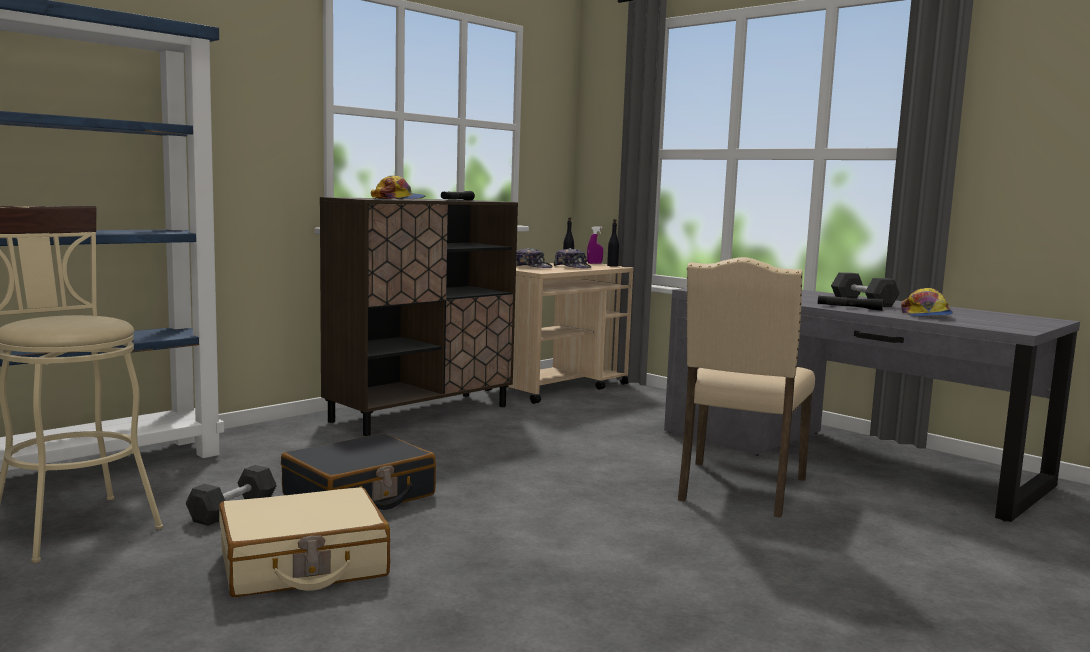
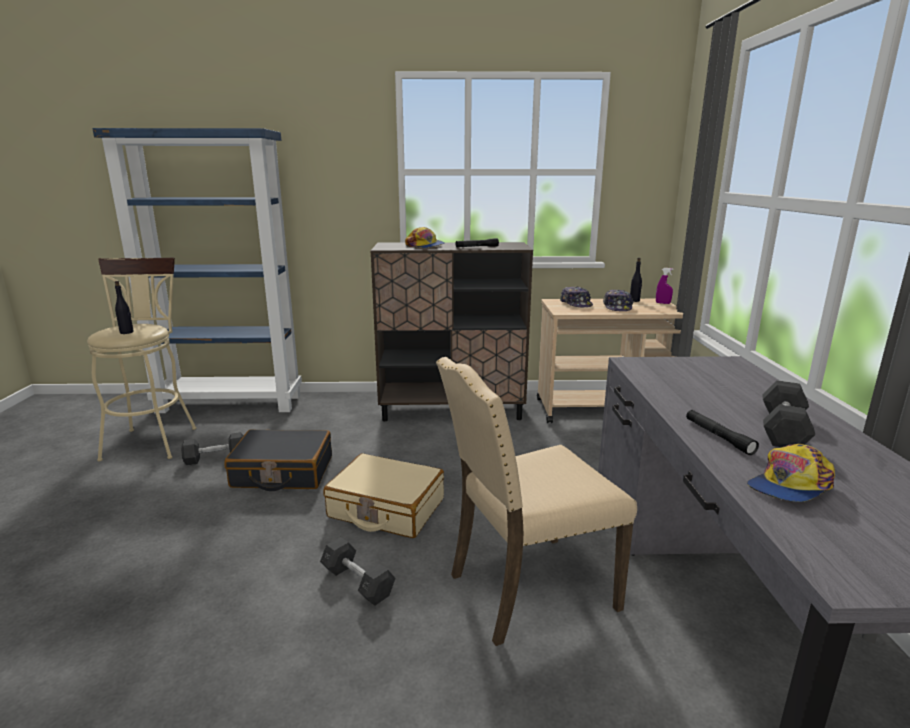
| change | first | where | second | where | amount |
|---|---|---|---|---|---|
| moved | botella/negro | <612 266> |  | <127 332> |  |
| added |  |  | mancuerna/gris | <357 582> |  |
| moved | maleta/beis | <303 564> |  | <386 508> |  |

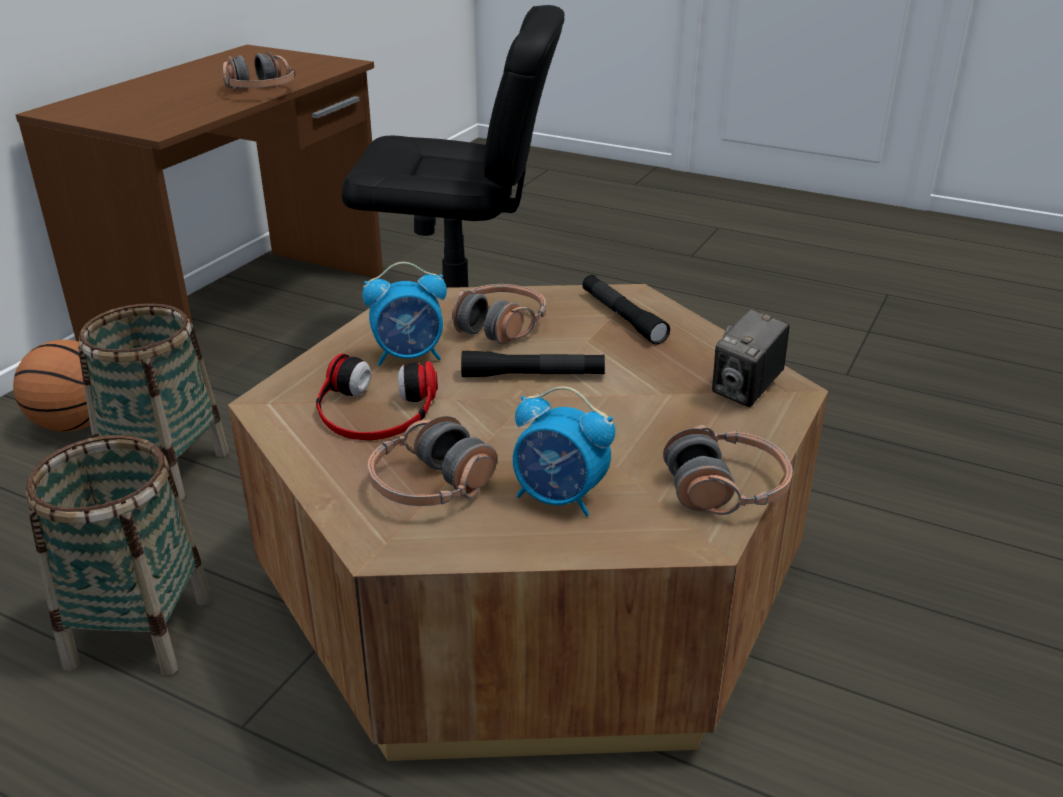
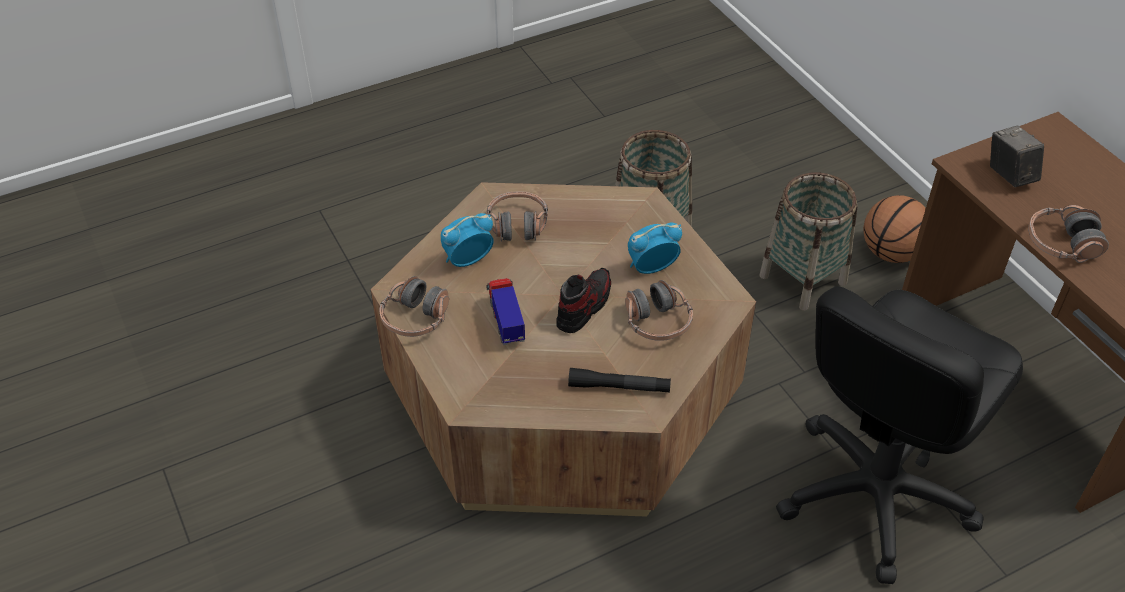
| change | first | where | second | where | amount |
|---|---|---|---|---|---|
| added |  |  | camión de juguete | <506 321> |  |
| replaced | linterna/negro | <533 375> | zapato | <583 306> |  |
| turned | despertador | <409 357> |  | <651 267> | 45 degrees clockwise |
| moved | cámara | <746 390> |  | <1009 175> |  |
| removed | auriculares | <375 411> |  |  |  |

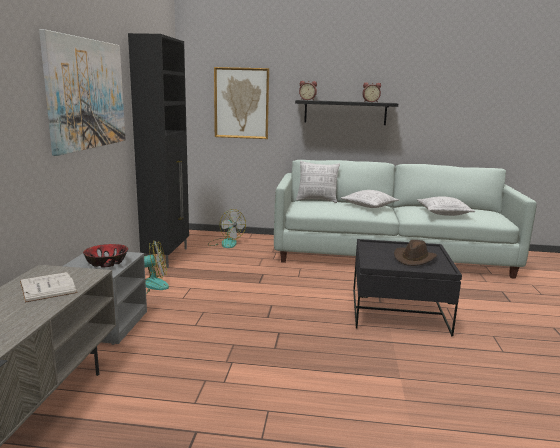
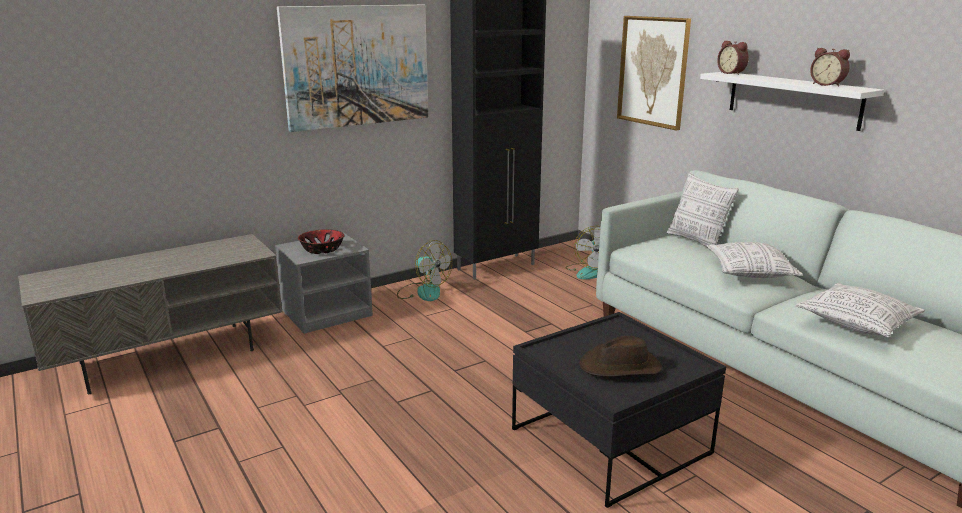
| change | first | where | second | where | amount |
|---|---|---|---|---|---|
| recoloured | estante/negro | <345 112> | estante/blanco | <793 99> |  |
| removed | libro/blanco | <48 287> |  |  |  |

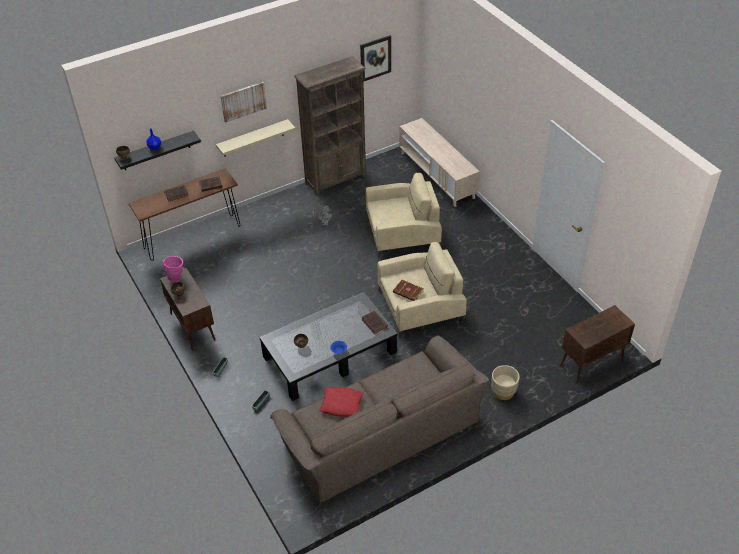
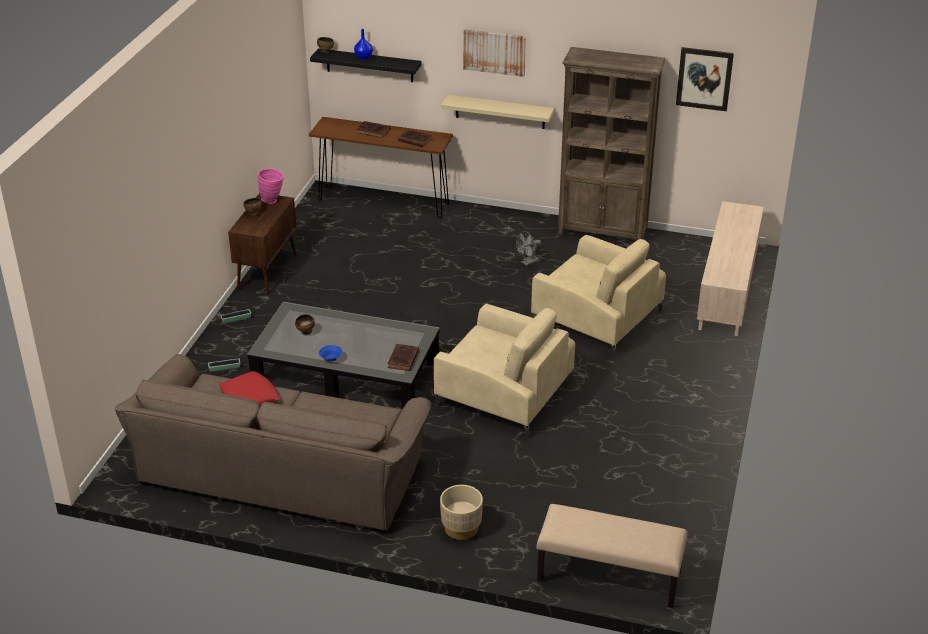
| change | first | where | second | where | amount |
|---|---|---|---|---|---|
| replaced | armario/marrón | <591 363> | banco/beis | <608 577> |  |
| removed | libro/marrón | <408 292> |  |  |  |

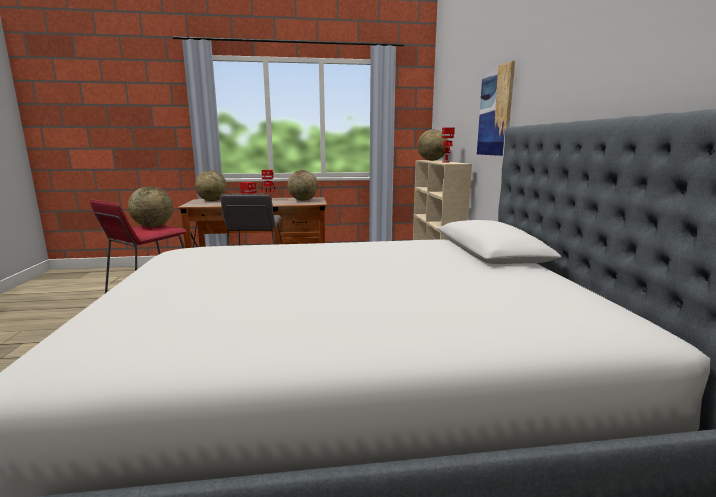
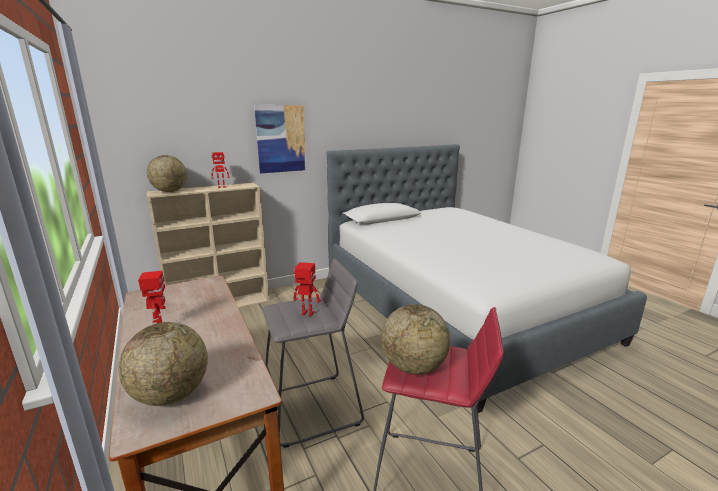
| change | first | where | second | where | amount |
|---|---|---|---|---|---|
| removed | globo terráqueo | <303 200> |  |  |  |

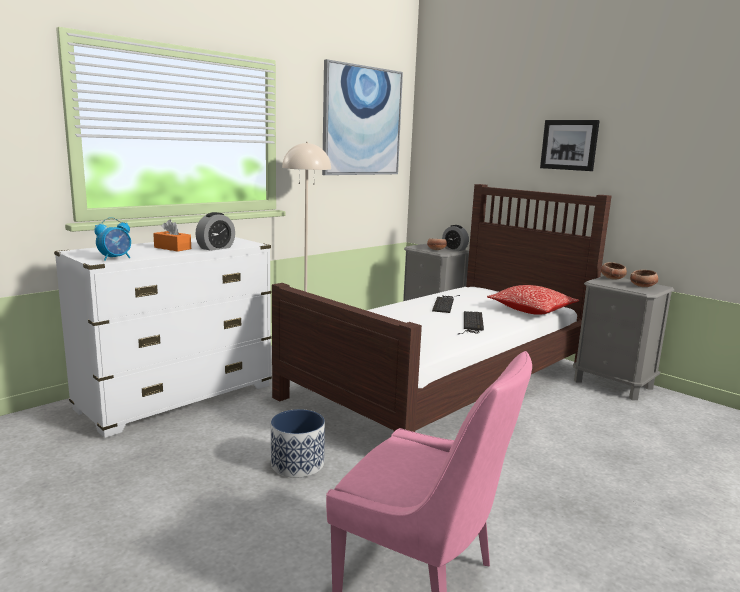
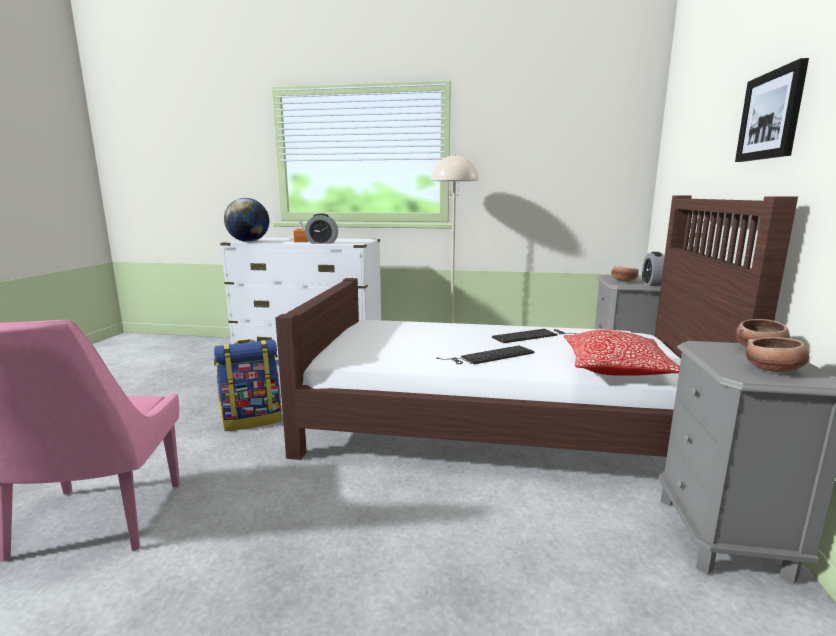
| change | first | where | second | where | amount |
|---|---|---|---|---|---|
| replaced | maceta | <297 464> | mochila | <252 419> |  |
| replaced | despertador | <115 258> | globo terráqueo | <249 241> |  |
| removed | cuadro | <362 121> |  |  |  |

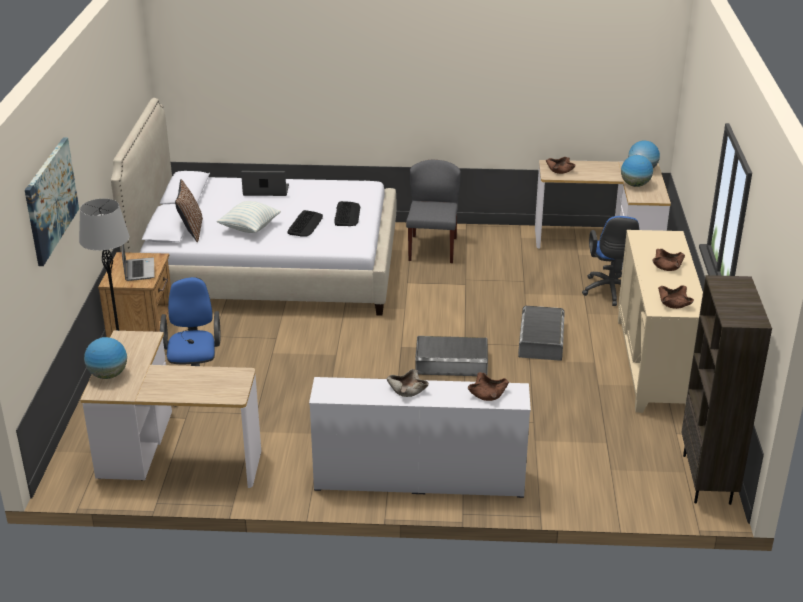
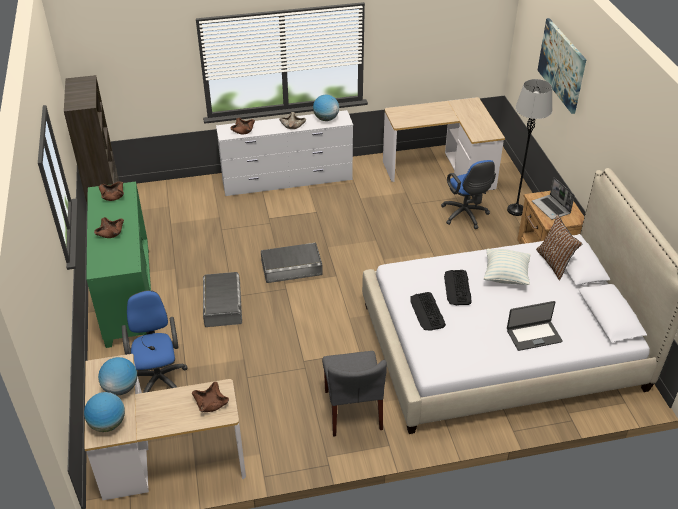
| change | first | where | second | where | amount |
|---|---|---|---|---|---|
| recoloured | armario/beis | <654 364> | armario/verde | <127 295> |  |
| moved | globo terráqueo | <108 375> |  | <326 119> |  |

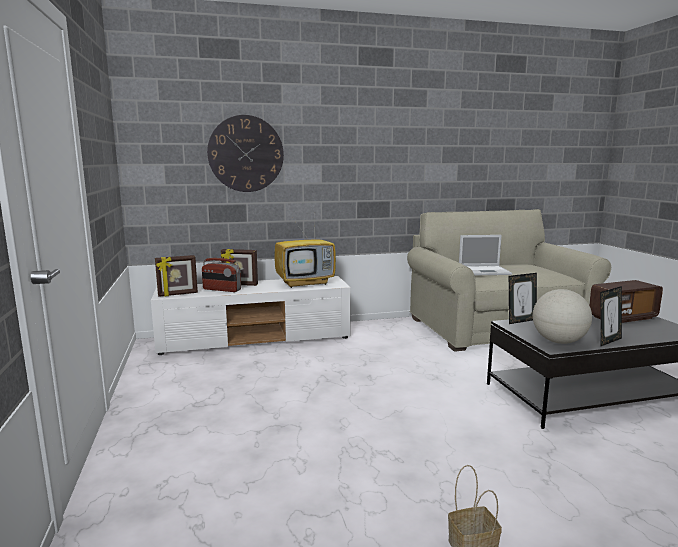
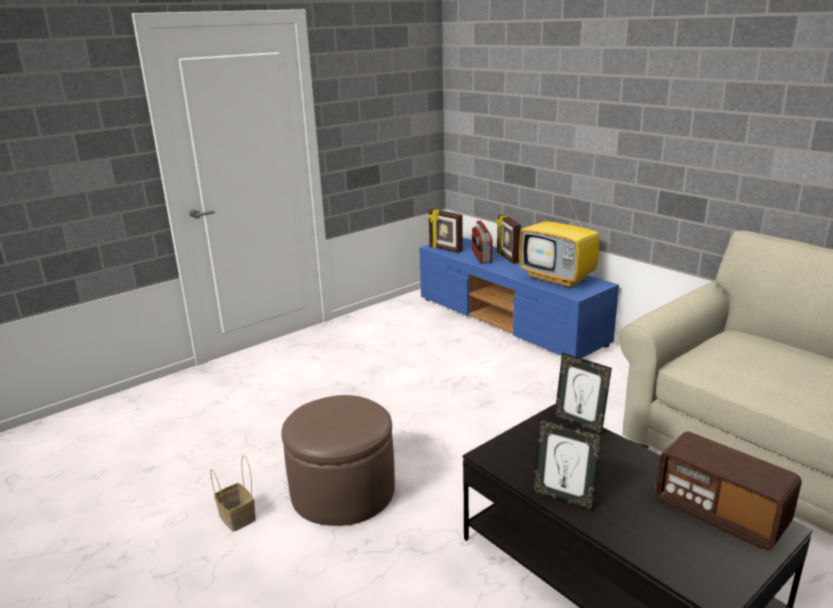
| change | first | where | second | where | amount |
|---|---|---|---|---|---|
| added |  |  | puf/marrón | <343 491> |  |
| recoloured | mueble de televisión/blanco | <256 338> | mueble de televisión/azul | <510 321> |  |
| removed | reloj de pared | <246 154> |  |  |  |
| removed | portátil | <485 271> |  |  |  |
| removed | globo terráqueo | <558 341> |  |  |  |

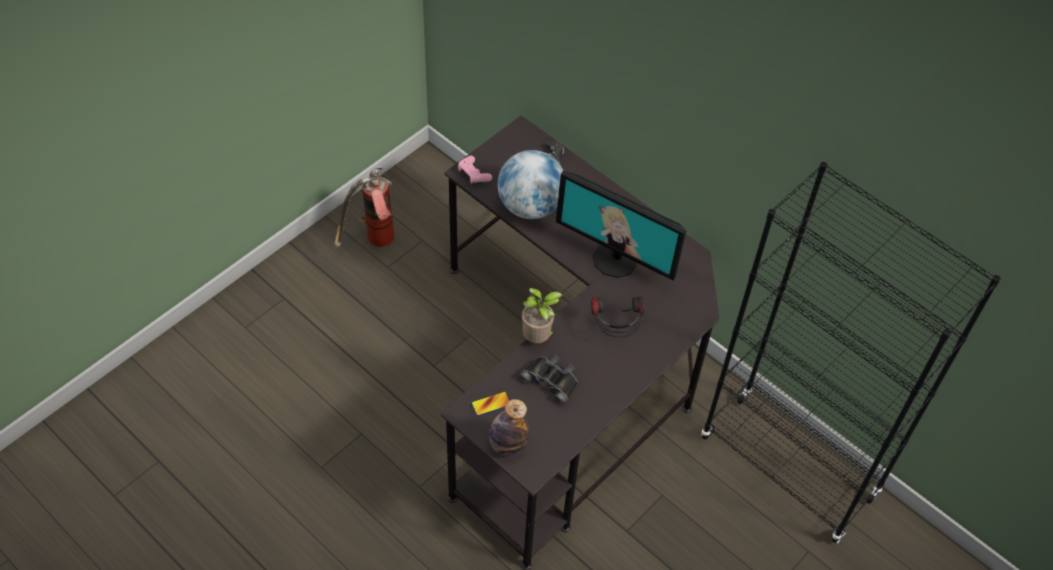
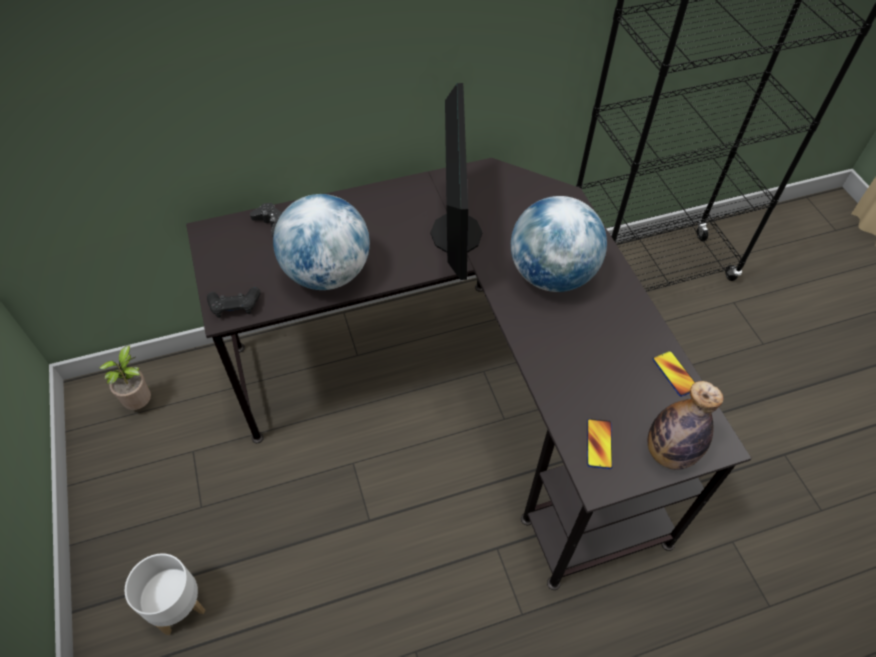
| change | first | where | second | where | amount |
|---|---|---|---|---|---|
| moved | planta en maceta | <538 338> |  | <142 402> |  |
| added |  |  | maceta/blanco | <177 607> |  |
| recoloured | mando de consola/rosa | <473 174> | mando de consola/negro | <235 306> |  |
| turned | monitor | <615 259> |  | <454 233> | 60 degrees counterclockwise |
| replaced | auriculares | <615 330> | globo terráqueo | <551 275> |  |
| added |  |  | móvil | <674 374> |  |
| removed | extintor | <373 243> |  |  |  |
| removed | prismáticos/negro | <551 379> |  |  |  |

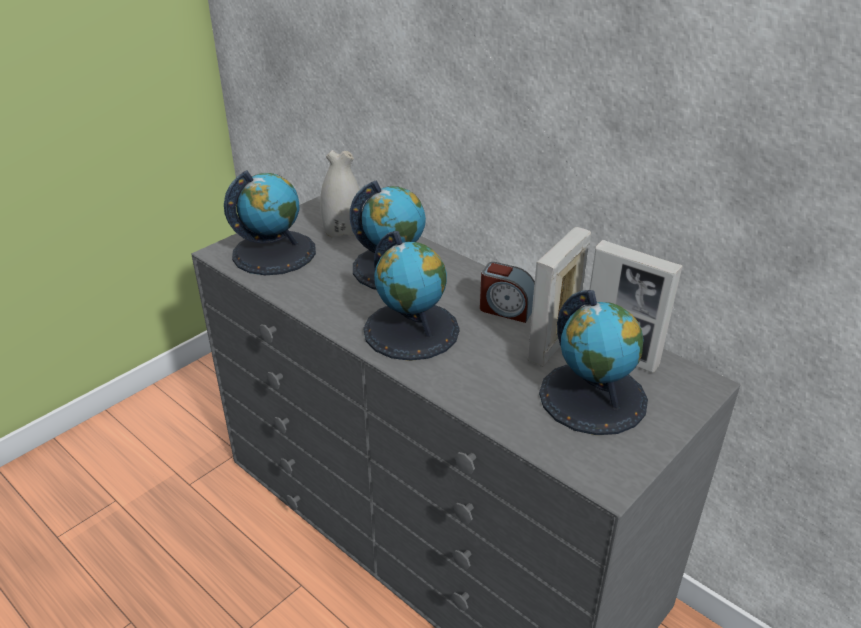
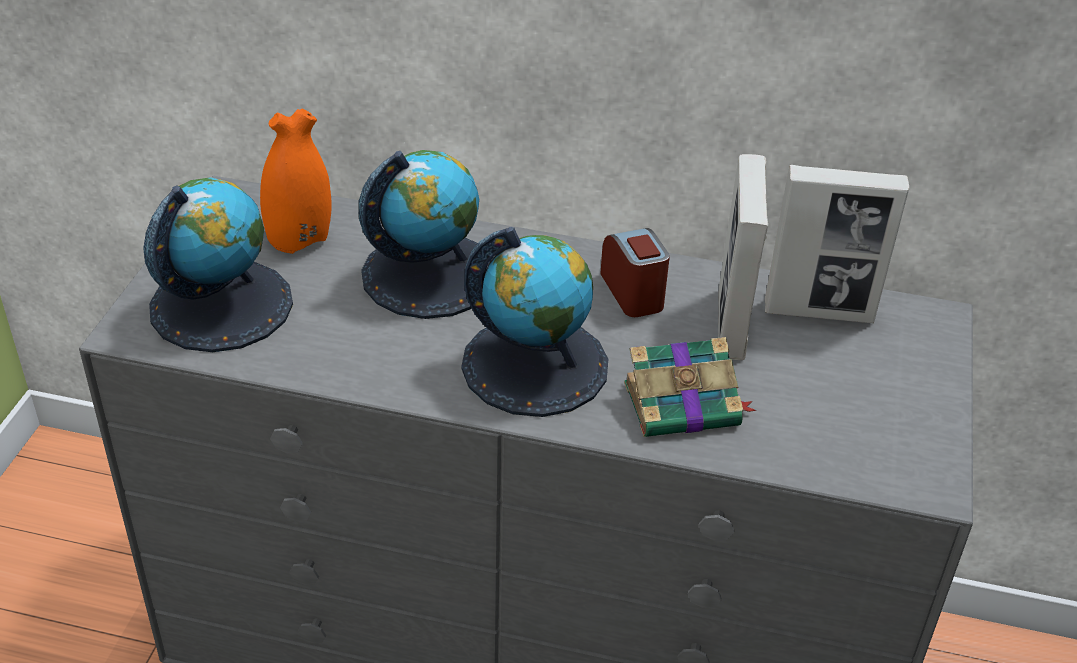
| change | first | where | second | where | amount |
|---|---|---|---|---|---|
| recoloured | florero/blanco | <343 232> | florero/naranja | <300 237> |  |
| turned | despertador | <506 309> |  | <633 292> | 105 degrees counterclockwise |
| added |  |  | libro | <685 405> |  |
| removed | globo terráqueo | <593 397> |  |  |  |

